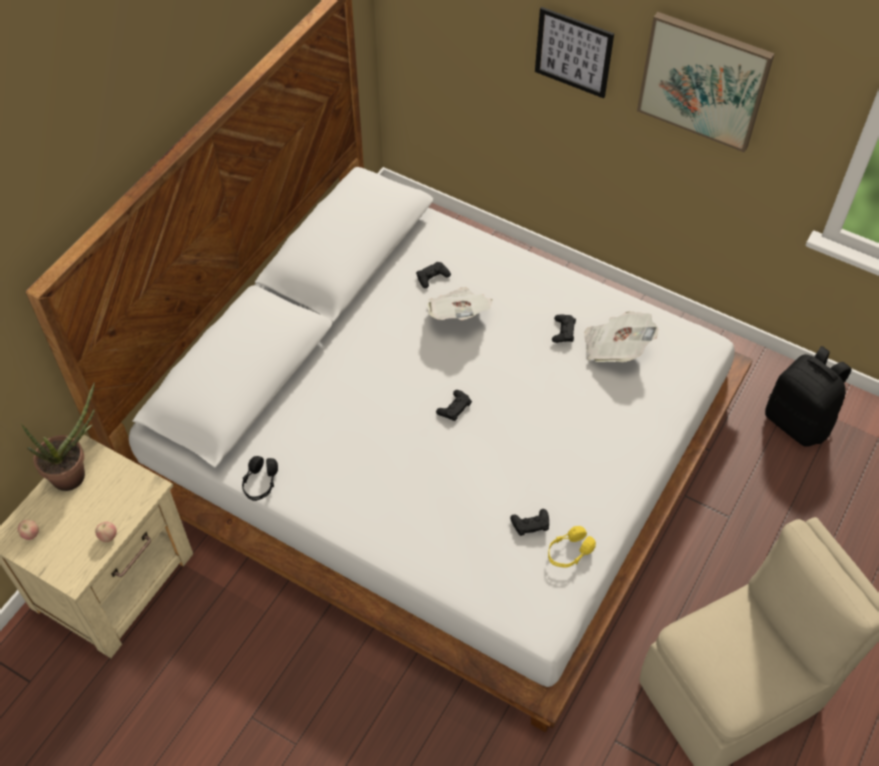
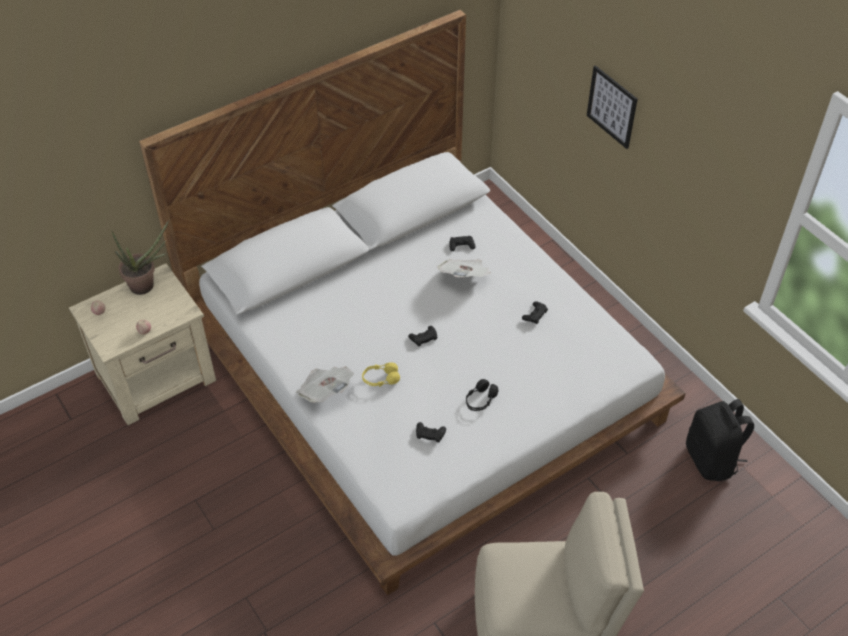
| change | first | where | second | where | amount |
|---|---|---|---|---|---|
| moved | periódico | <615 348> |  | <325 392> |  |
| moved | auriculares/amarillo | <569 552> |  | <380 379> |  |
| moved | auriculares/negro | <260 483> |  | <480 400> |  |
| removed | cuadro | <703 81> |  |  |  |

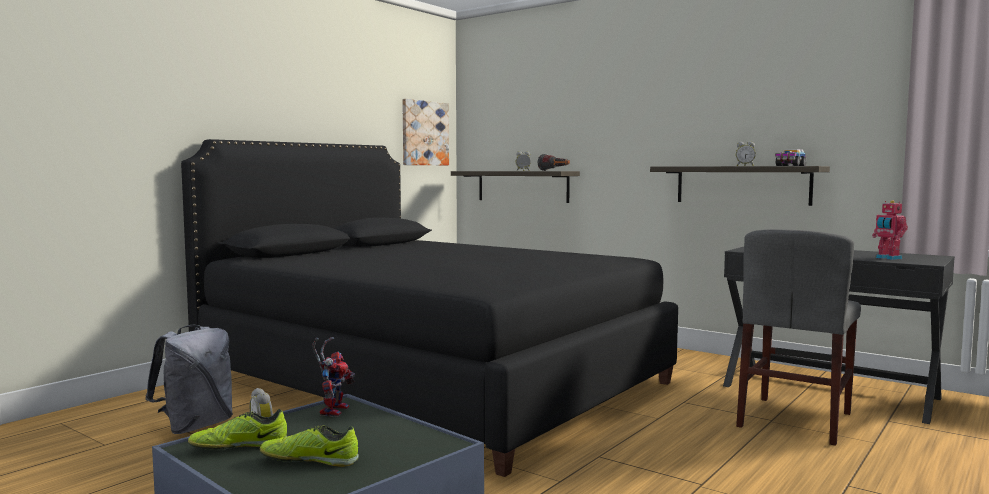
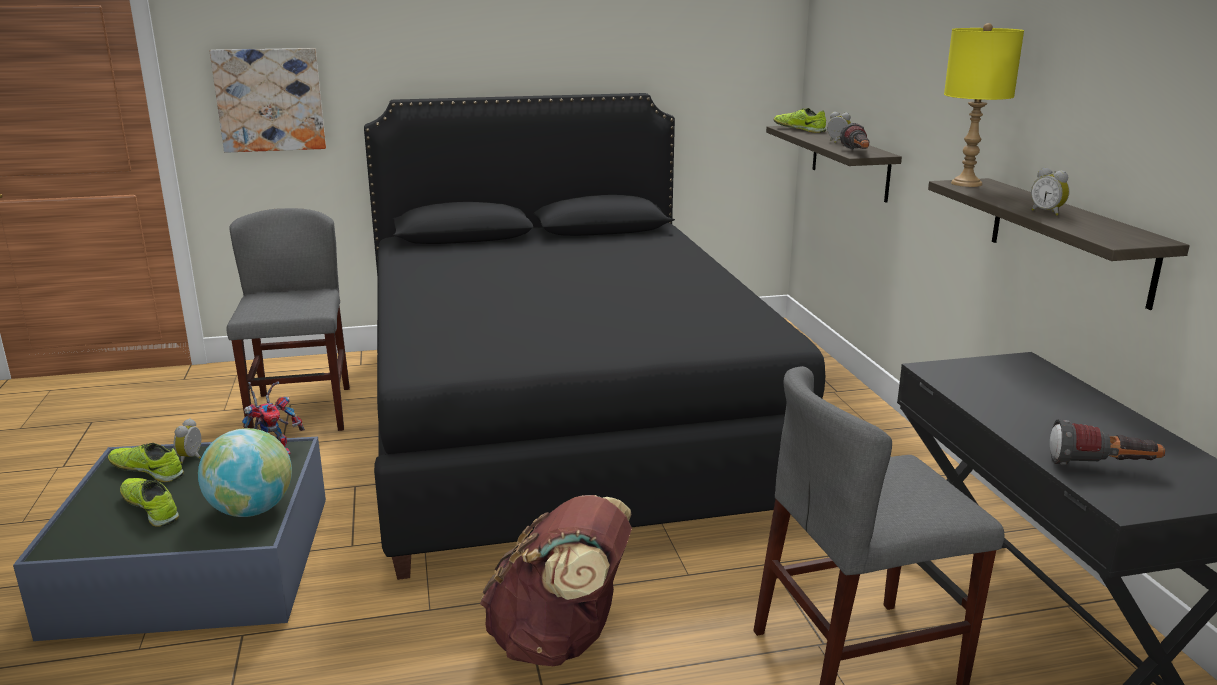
| change | first | where | second | where | amount |
|---|---|---|---|---|---|
| added |  |  | globo terráqueo | <251 510> |  |
| moved | cuadro | <424 133> |  | <270 100> |  |
| replaced | mochila/gris | <196 426> | silla/gris | <301 412> |  |
| added |  |  | mochila/marrón | <560 640> |  |
| added |  |  | zapato | <799 129> |  |
| added |  |  | lámpara de mesa/amarillo | <966 183> |  |
| replaced | robot de juguete | <887 258> | linterna | <1102 467> |  |
| removed | camión de juguete | <790 165> |  |  |  |

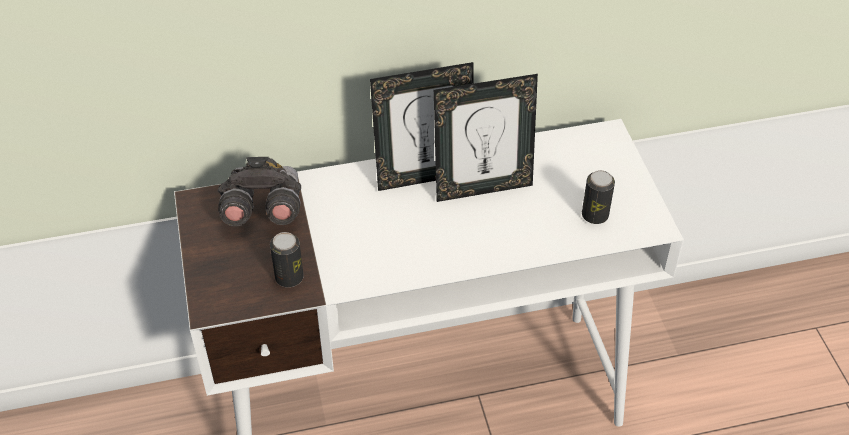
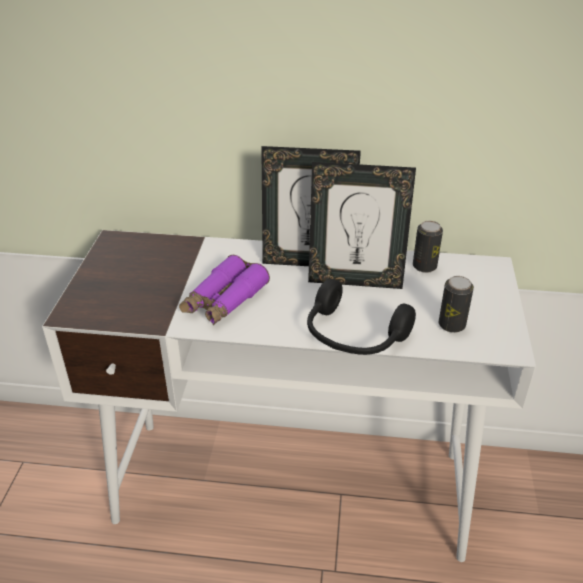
| change | first | where | second | where | amount |
|---|---|---|---|---|---|
| added |  |  | prismáticos/morado | <224 300> |  |
| added |  |  | auriculares/negro | <353 336> |  |
| moved | lata | <289 277> |  | <424 266> |  |
| removed | prismáticos/gris | <262 210> |  |  |  |

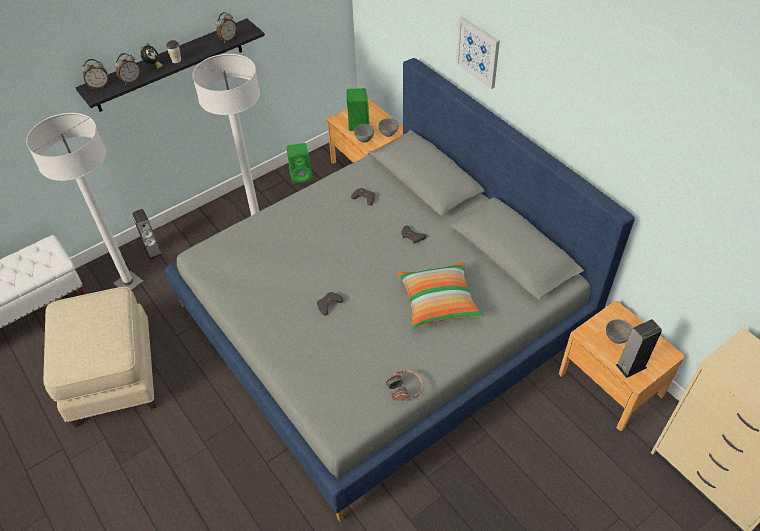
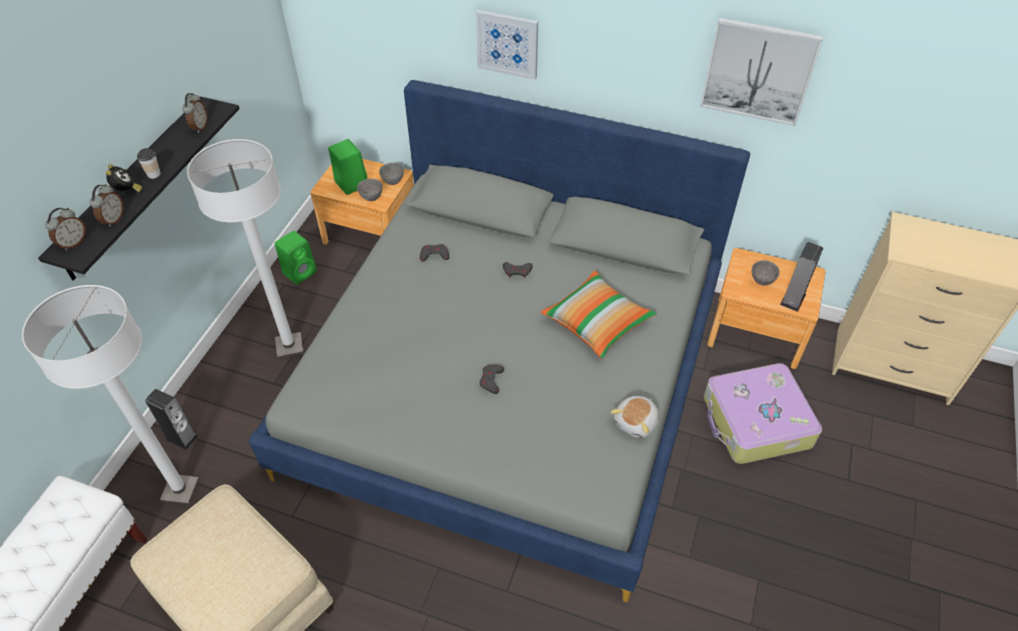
| change | first | where | second | where | amount |
|---|---|---|---|---|---|
| replaced | auriculares | <405 389> | peluche | <636 422> |  |
| added |  |  | cuadro | <758 71> |  |
| added |  |  | maleta | <755 422> |  |

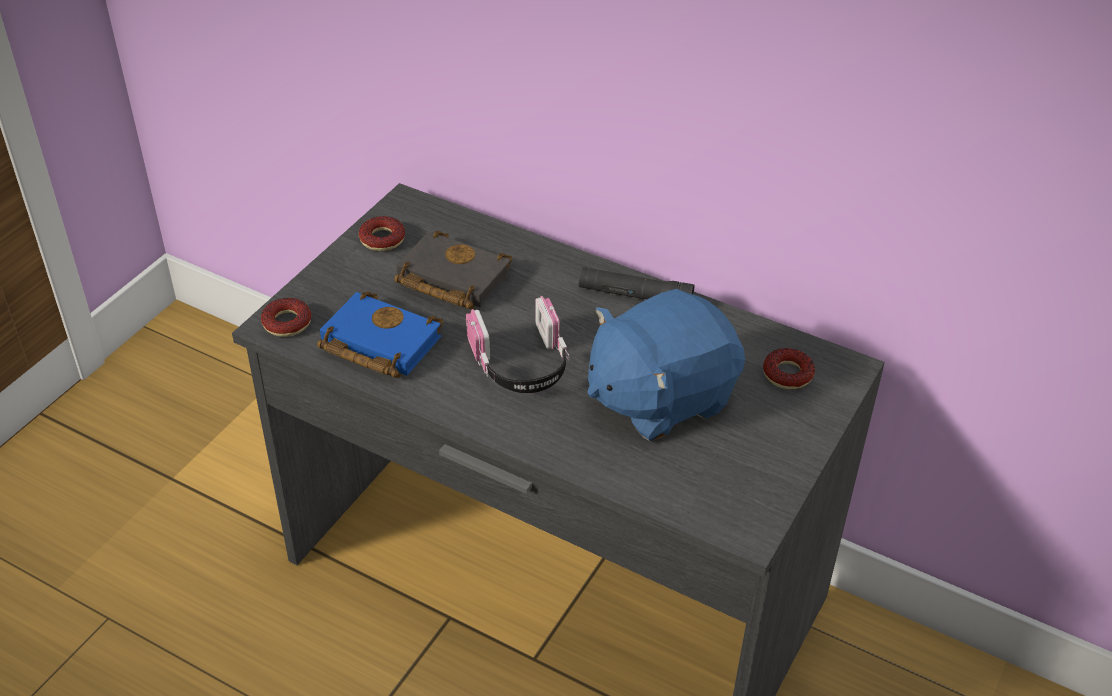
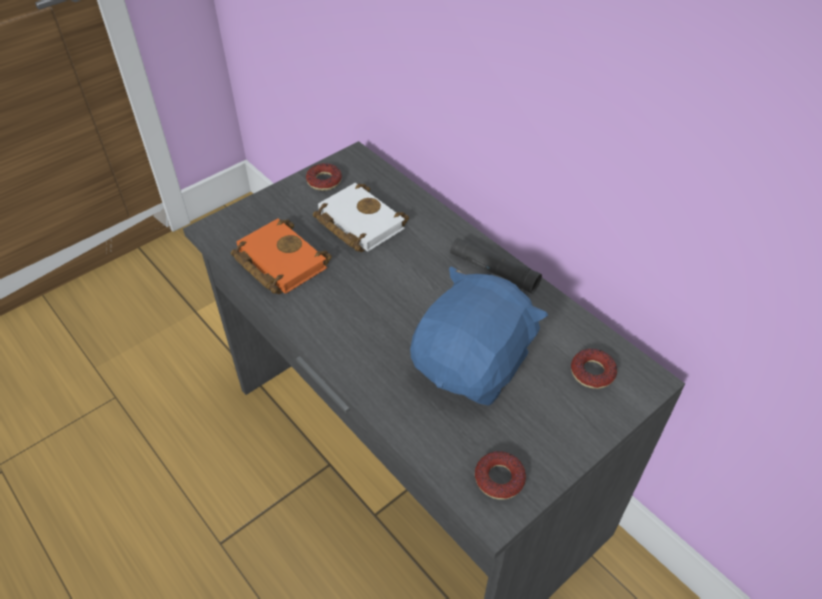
| change | first | where | second | where | amount |
|---|---|---|---|---|---|
| recoloured | libro/azul | <376 343> | libro/naranja | <277 262> |  |
| recoloured | libro/negro | <449 279> | libro/blanco | <357 223> |  |
| turned | peluche/azul | <659 397> |  | <473 364> | 135 degrees clockwise |
| moved | rosquilla | <287 322> |  | <499 478> |  |
| removed | auriculares | <521 364> |  |  |  |

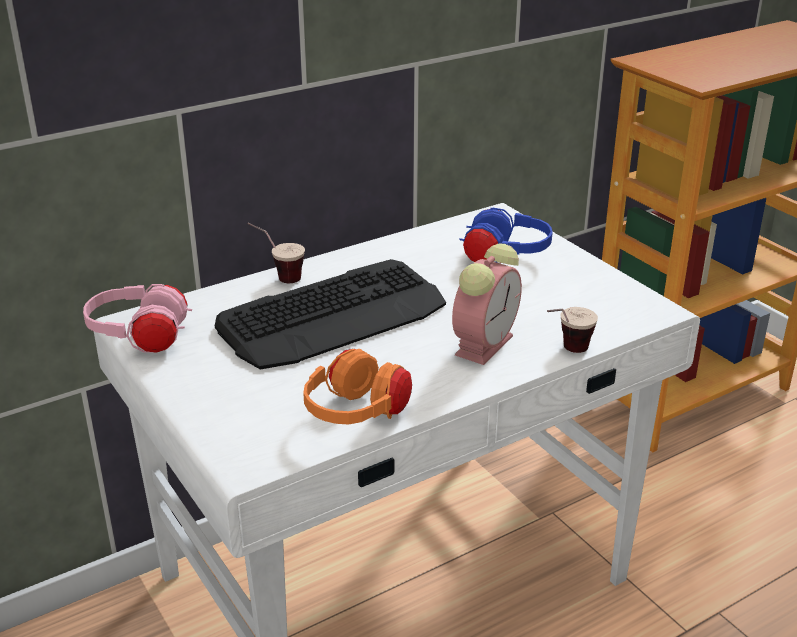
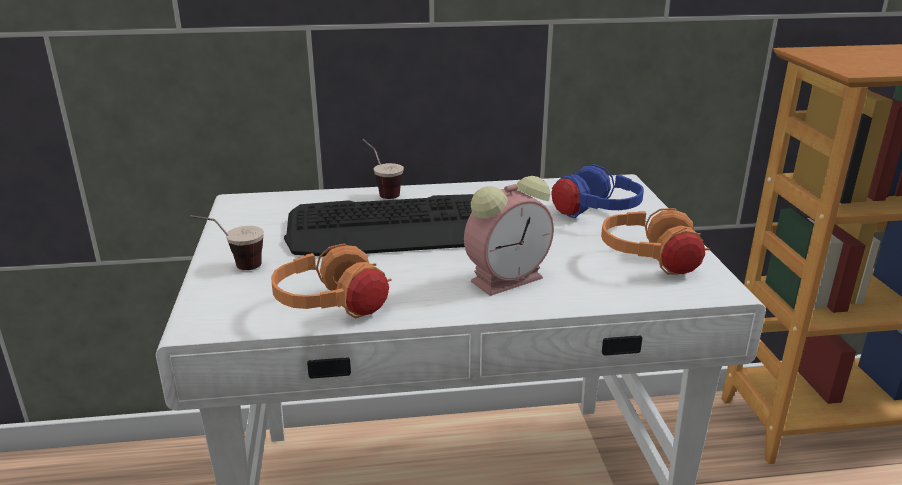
| change | first | where | second | where | amount |
|---|---|---|---|---|---|
| moved | taza | <565 352> |  | <233 267> |  |
| added |  |  | auriculares/naranja | <650 263> |  |
| removed | auriculares/rosa | <140 338> |  |  |  |

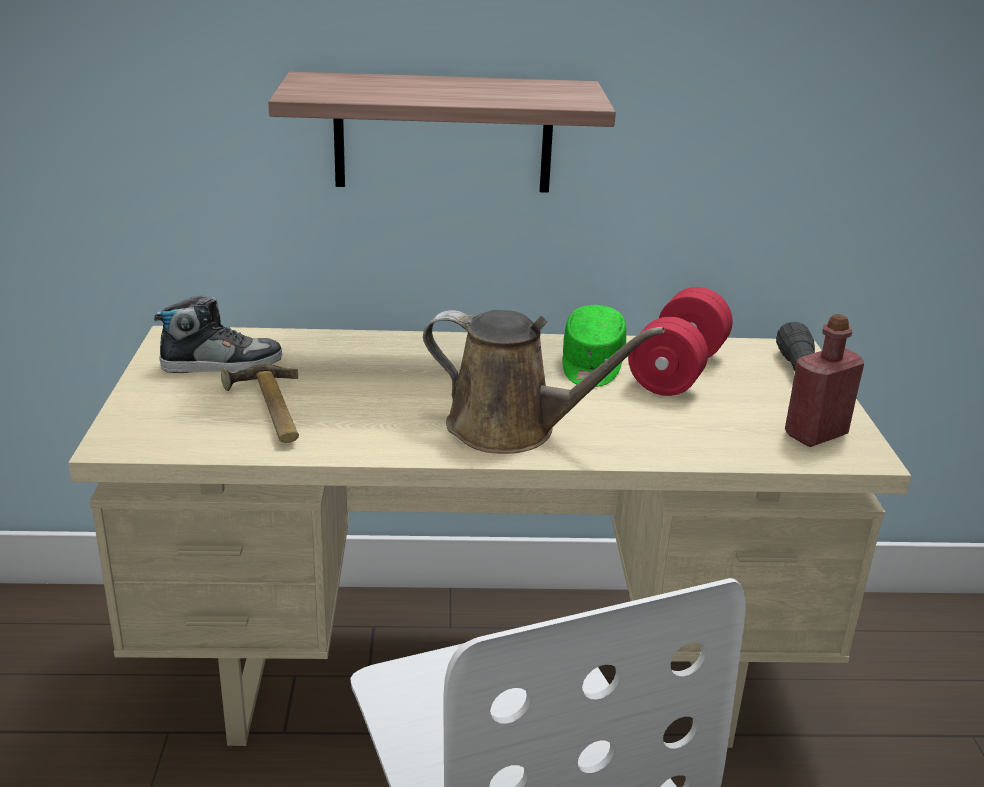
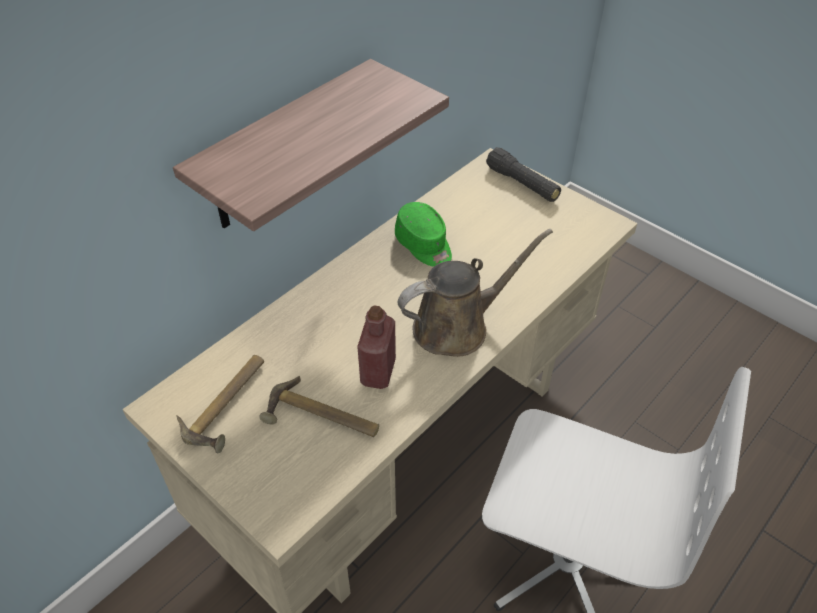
| change | first | where | second | where | amount |
|---|---|---|---|---|---|
| replaced | zapato | <222 364> | martillo | <229 405> |  |
| moved | botella/rojo | <815 434> |  | <378 372> |  |
| removed | mancuerna/rojo | <677 371> |  |  |  |

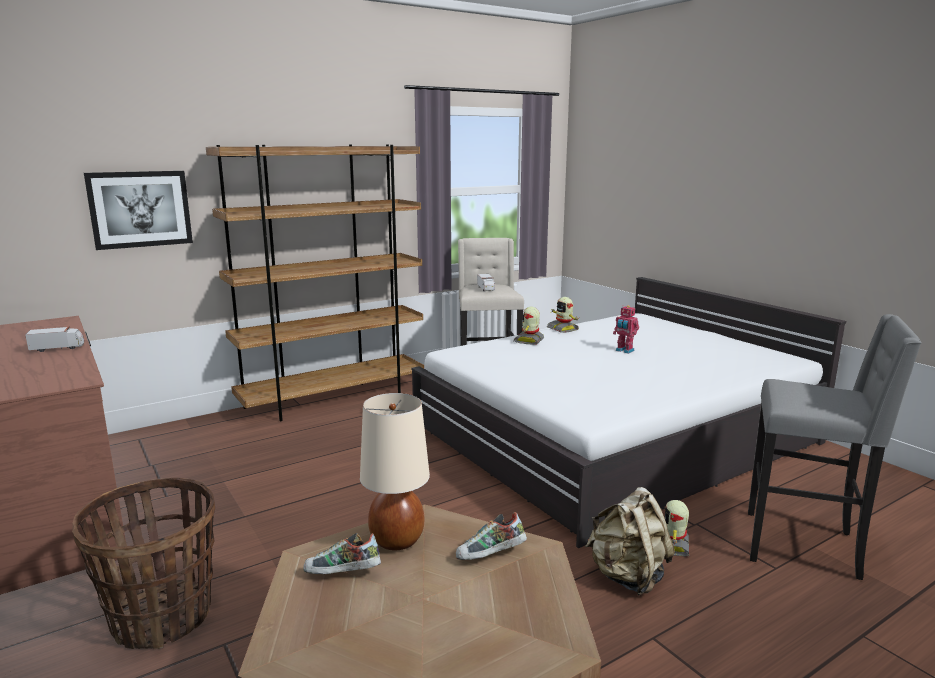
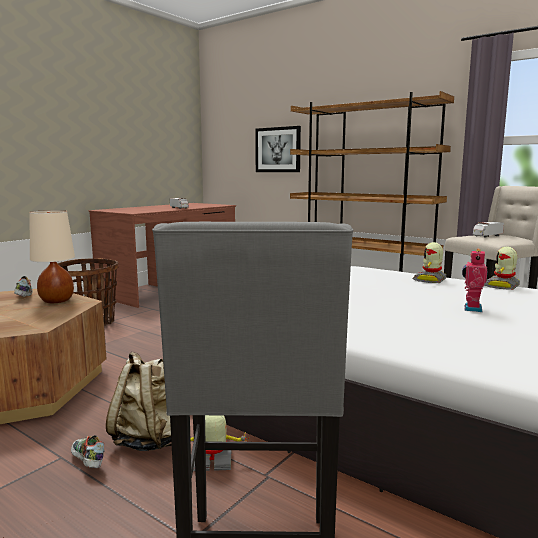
| change | first | where | second | where | amount |
|---|---|---|---|---|---|
| moved | zapato | <491 556> |  | <87 463> |  |
| turned | robot de juguete | <529 340> |  | <430 280> | 60 degrees counterclockwise |

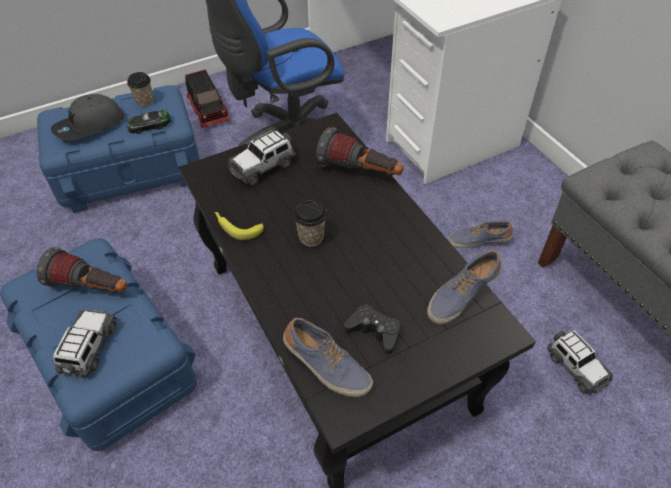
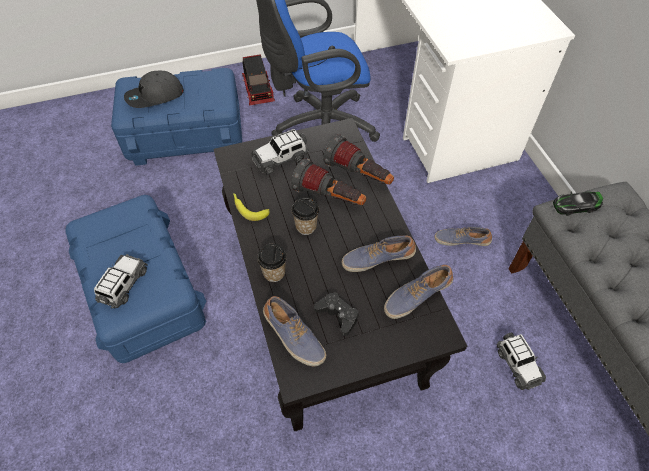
| change | first | where | second | where | amount |
|---|---|---|---|---|---|
| moved | taza | <145 101> |  | <274 273> |  |
| moved | linterna | <91 288> |  | <329 198> |  |
| added |  |  | zapato | <377 259> |  |
| moved | coche de juguete | <149 125> |  | <576 205> |  |

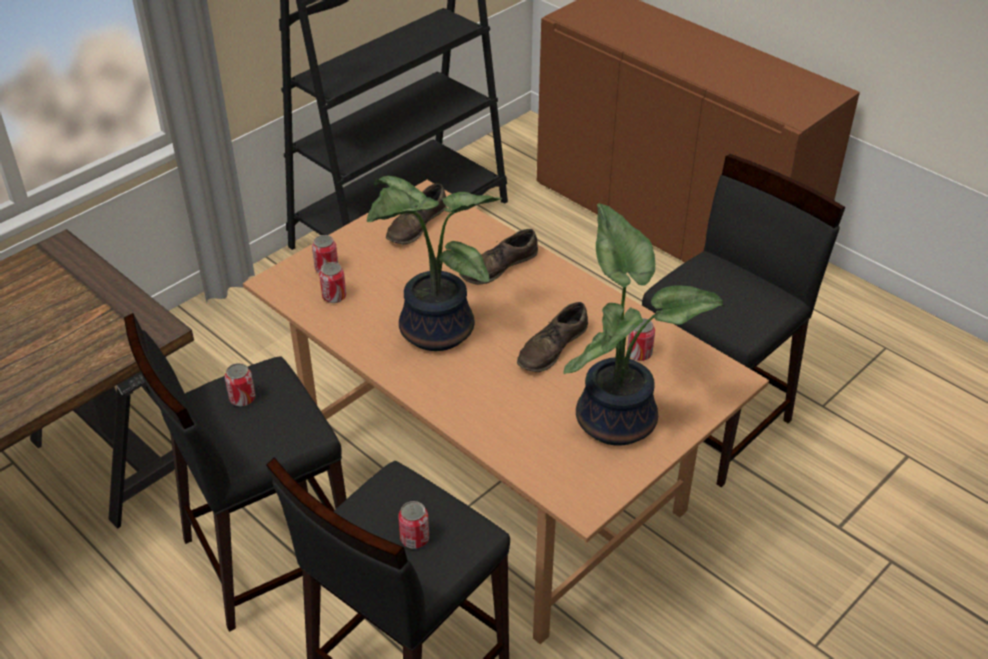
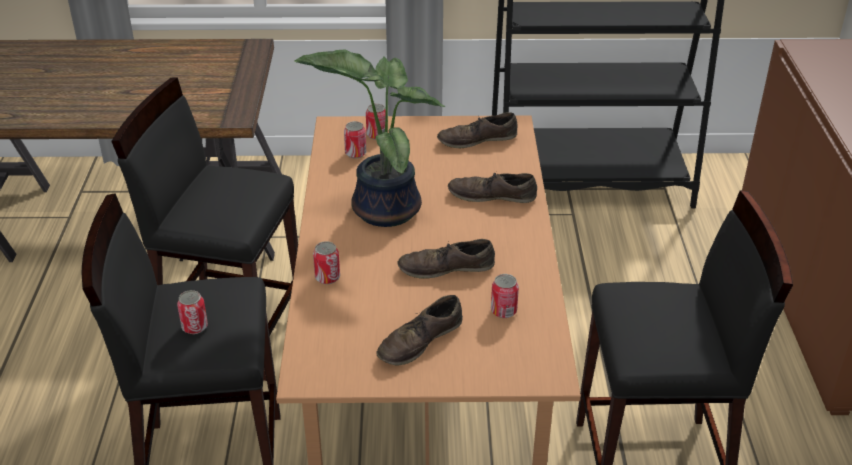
| change | first | where | second | where | amount |
|---|---|---|---|---|---|
| moved | lata | <242 398> |  | <327 277> |  |
| replaced | planta en maceta | <618 417> | zapato/marrón | <419 341> |  |

